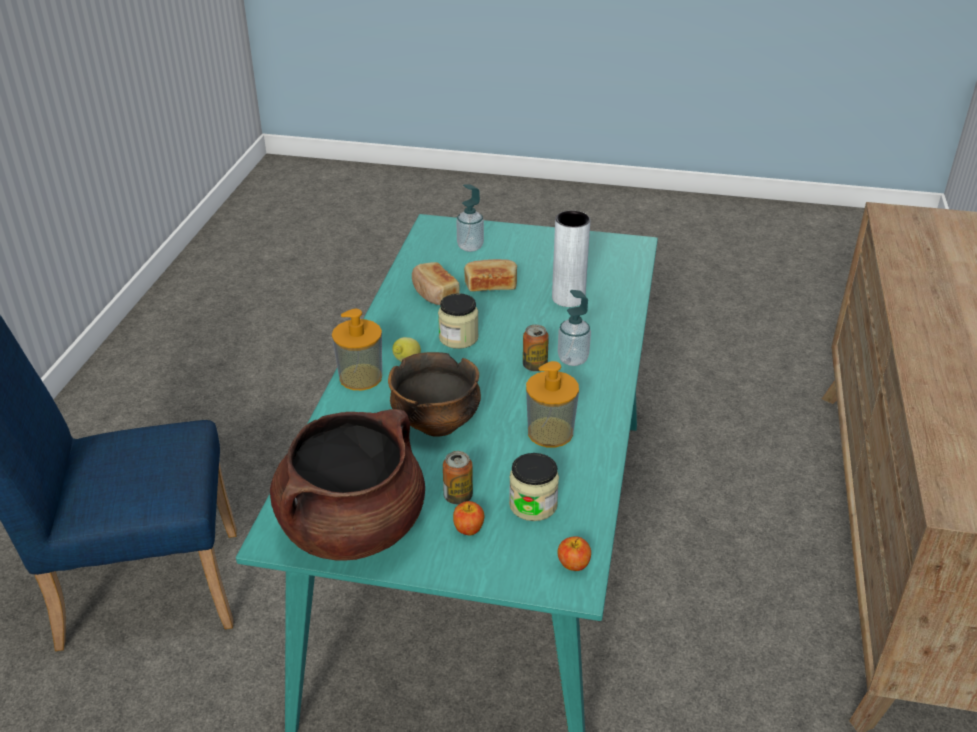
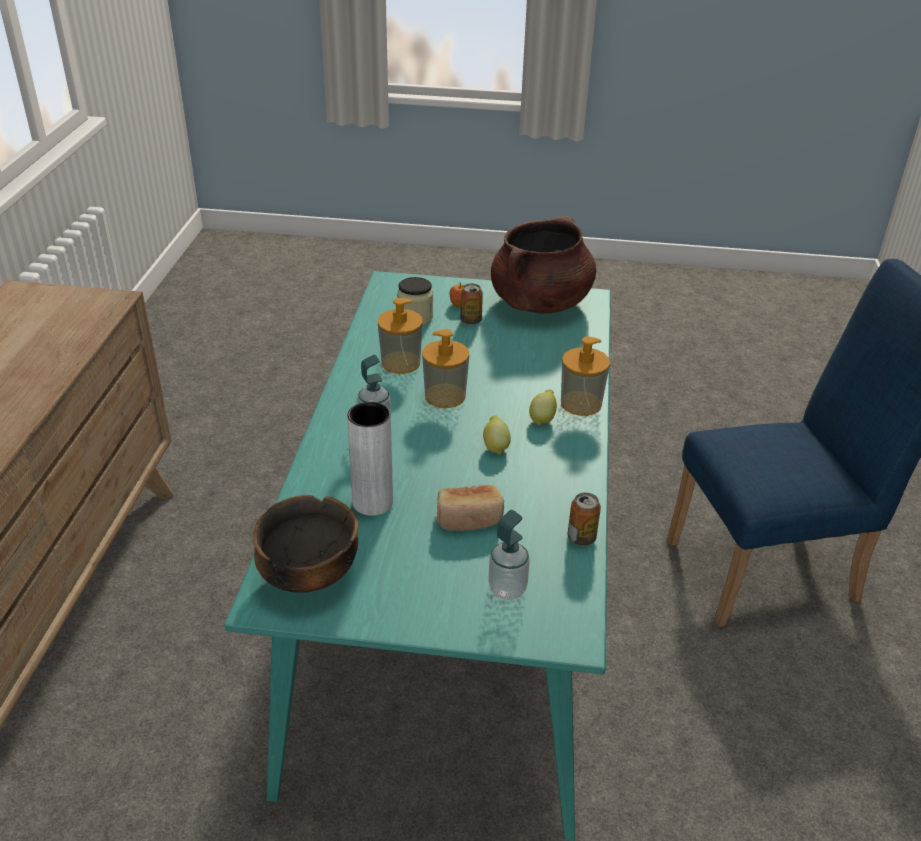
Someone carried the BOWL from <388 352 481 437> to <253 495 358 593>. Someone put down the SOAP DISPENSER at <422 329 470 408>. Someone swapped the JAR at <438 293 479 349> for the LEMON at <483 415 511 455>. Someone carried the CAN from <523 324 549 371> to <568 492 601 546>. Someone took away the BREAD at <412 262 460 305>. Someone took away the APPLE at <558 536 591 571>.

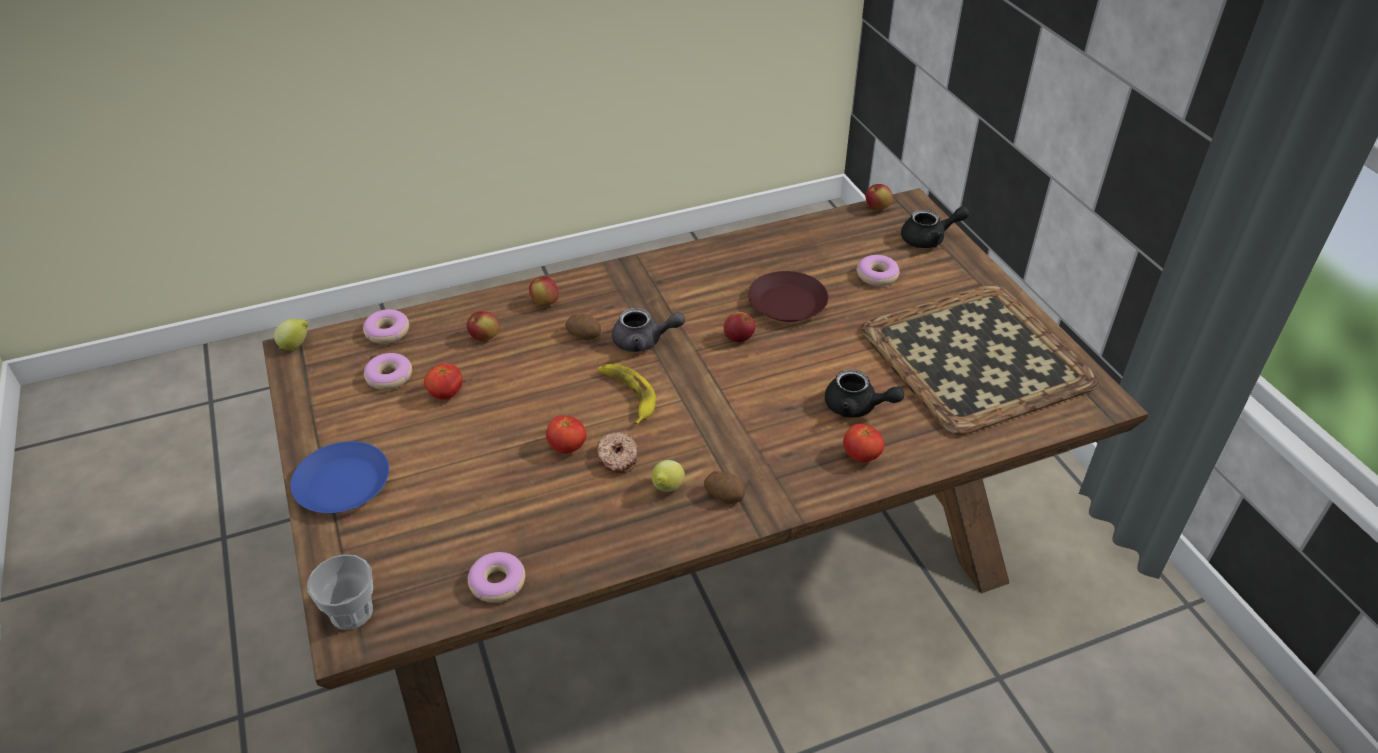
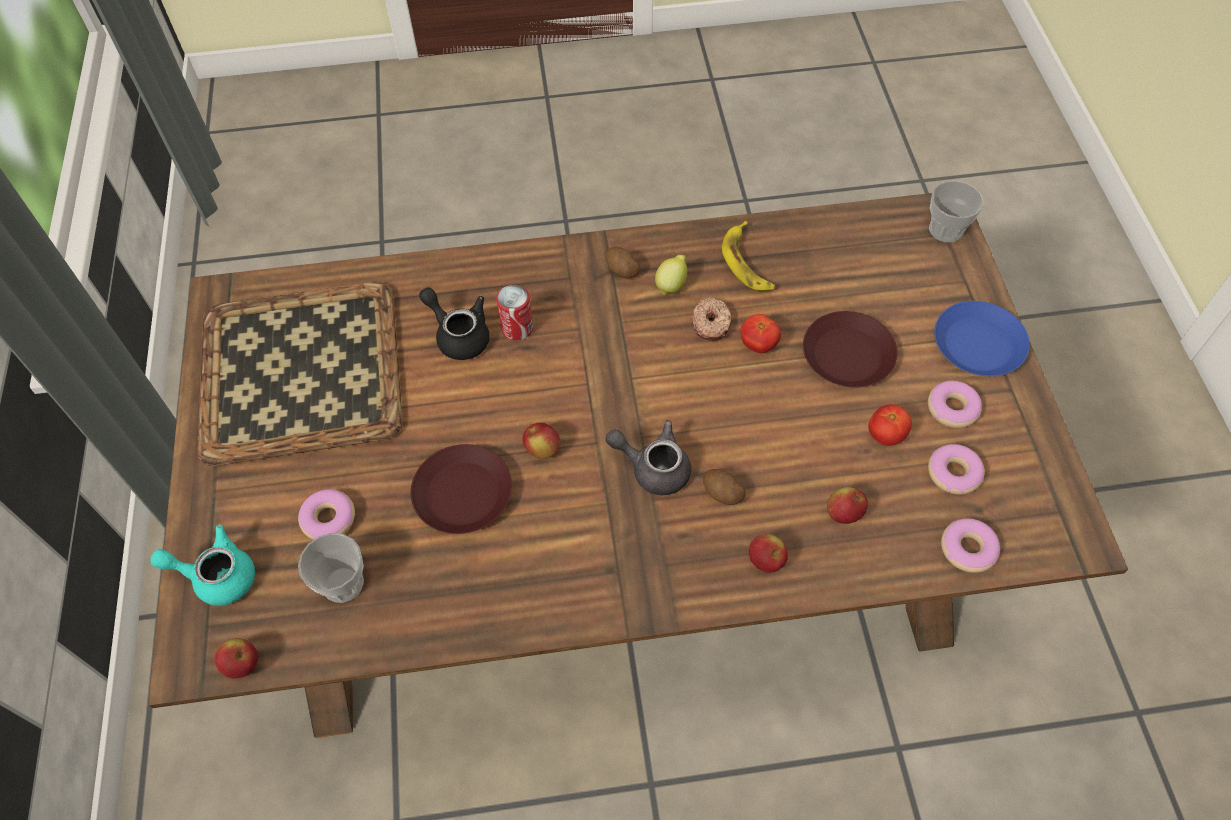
Someone repainted the BLACK TEAPOT at <901 206 970 248>, which became the TURQUOISE TEAPOT at <150 525 255 606>. Someone put down the CUP at <298 533 364 603>. Someone put down the CAN at <496 285 533 340>. Someone carried the BANANA from <598 364 656 425> to <722 221 775 291>. Someone put down the BROWN PLATE at <803 311 898 387>. Someone carried the DONUT from <467 552 525 603> to <928 381 982 428>. Someone took away the LEMON at <274 319 309 350>. Someone took away the TOMATO at <843 424 884 462>.

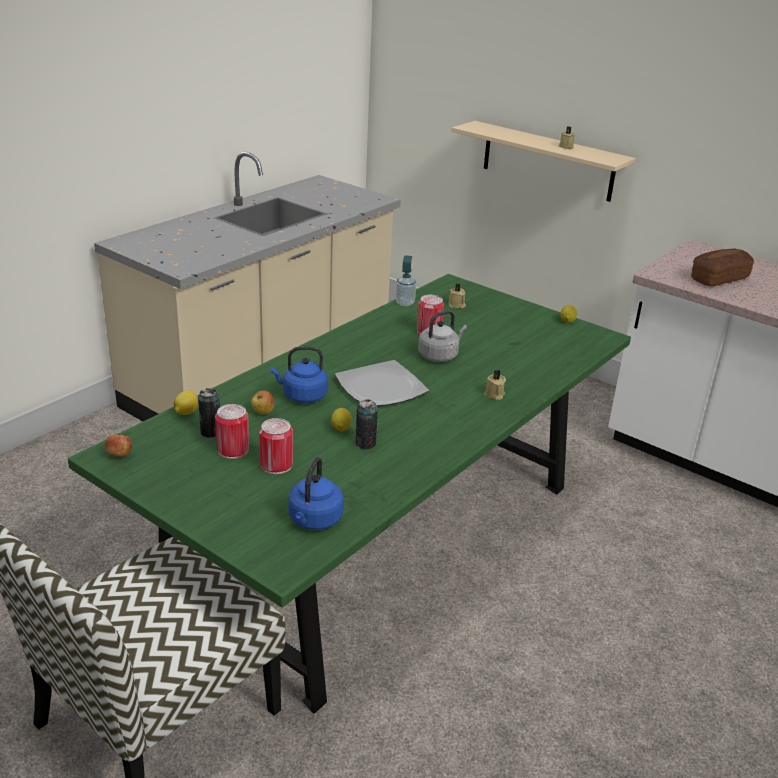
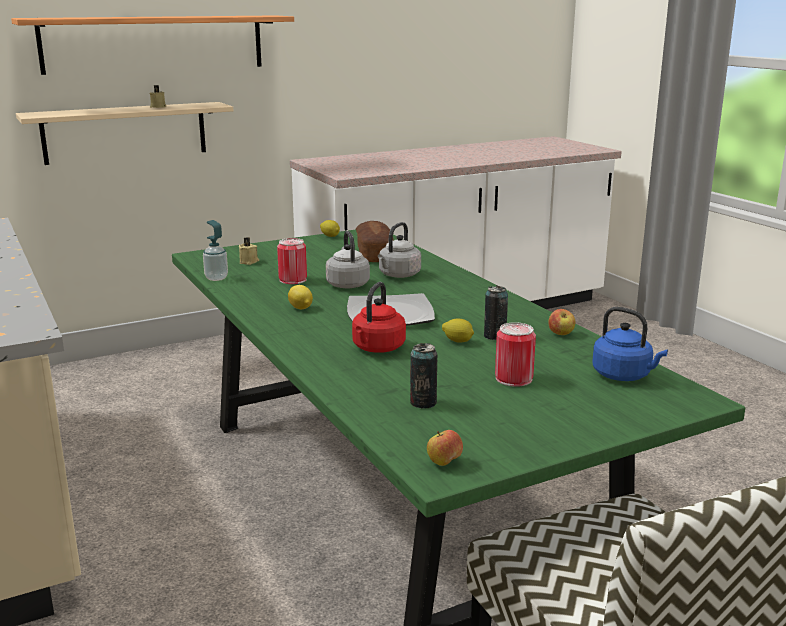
Someone put up the SHELF at <11 15 294 75>. Someone carried the LEMON from <174 390 199 415> to <288 285 313 310>. Someone repainted the BLUE KETTLE at <270 346 328 403>, which became the RED KETTLE at <352 282 406 353>. Someone carried the BREAD from <691 248 754 286> to <356 221 390 262>. Someone put down the GREY KETTLE at <378 222 421 278>. Someone carried the APPLE from <251 391 274 415> to <548 309 575 335>. Someone took away the CAN at <215 404 249 459>. Someone took away the BEIGE CANDLE at <484 370 506 400>.

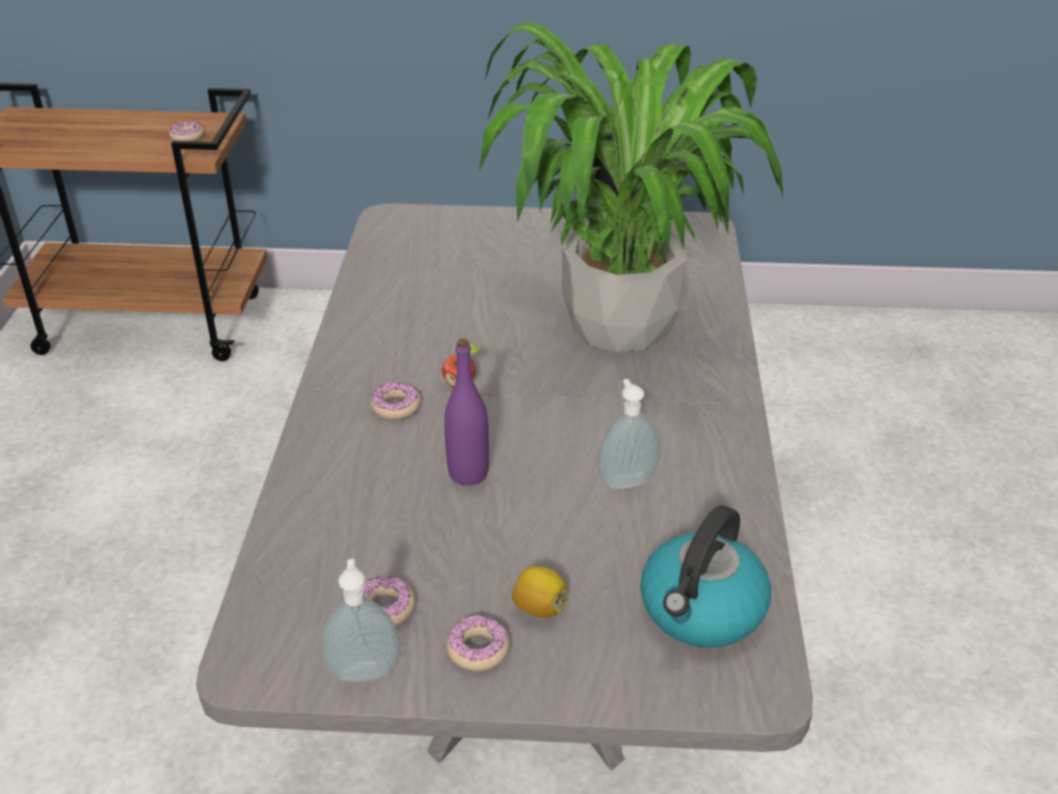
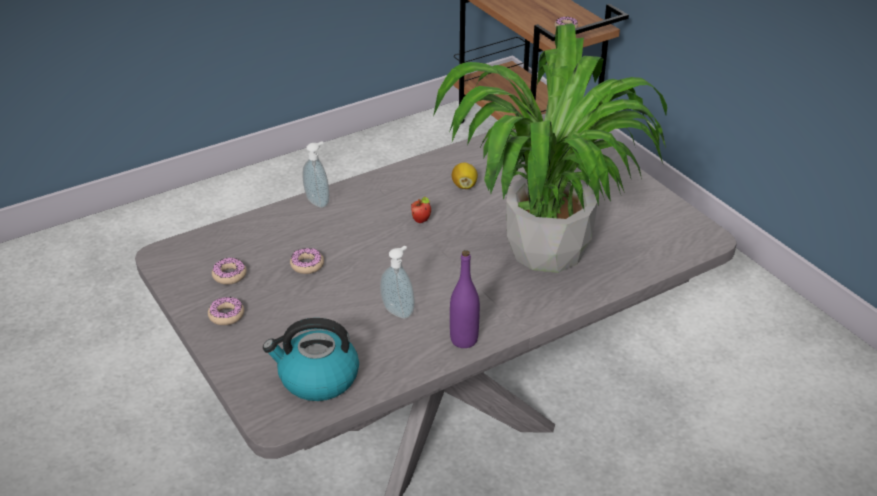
Someone carried the DONUT from <371 382 421 420> to <290 248 324 274>. Someone carried the SOAP DISPENSER from <321 559 400 682> to <302 141 330 208>. Someone carried the PURPLE BOTTLE from <444 338 489 485> to <450 250 480 348>. Someone carried the LEMON from <512 565 567 618> to <452 162 478 189>.

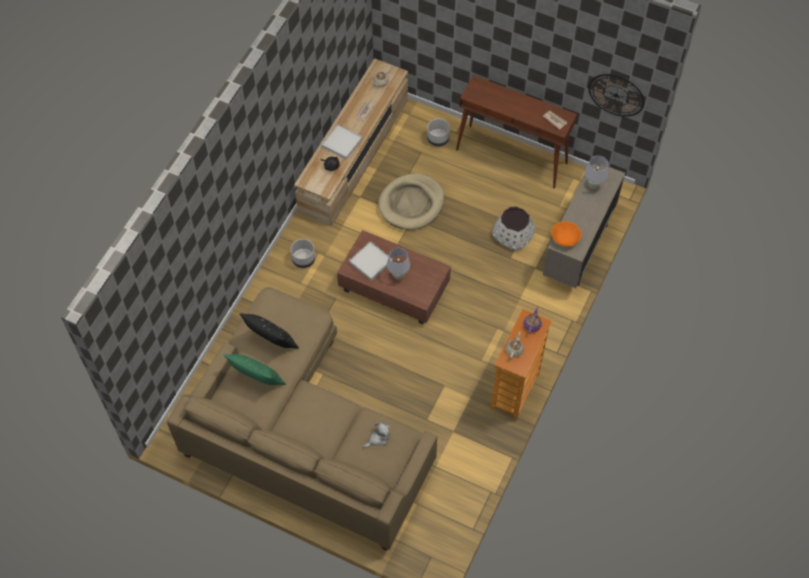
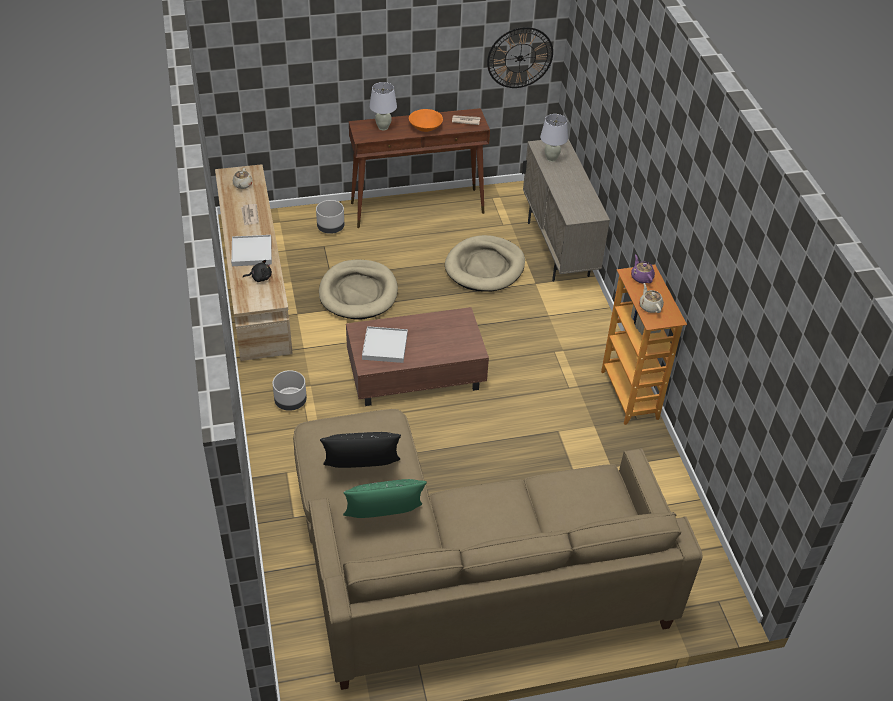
Someone carried the WHITE TABLE LAMP from <387 248 410 279> to <369 82 397 130>. Someone carried the ORANGE BOWL from <552 221 582 247> to <409 109 443 132>. Someone swapped the WHITE PLANTER at <492 206 535 250> for the BEIGE DOG BED at <445 235 525 291>. Someone took away the PLUSH TOY at <363 422 390 448>.

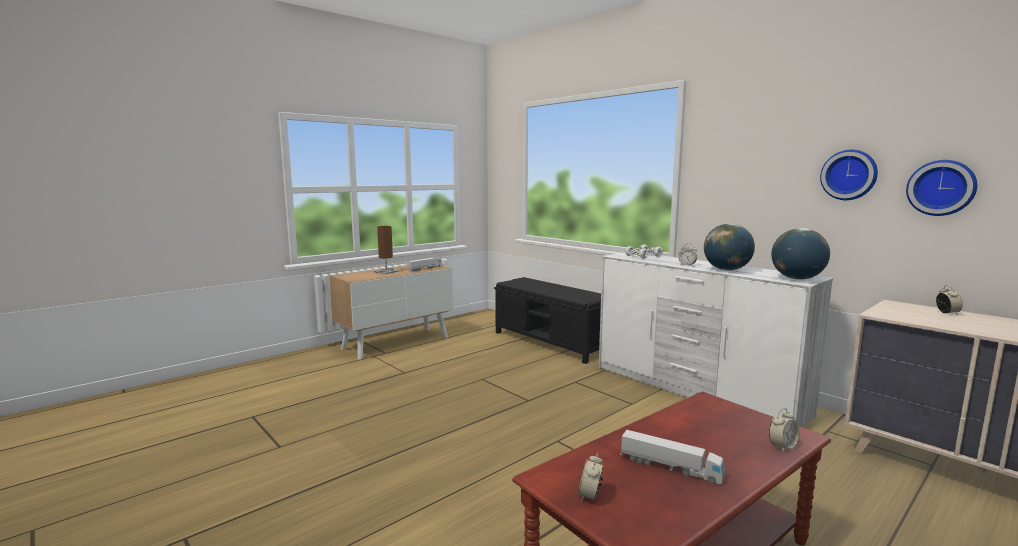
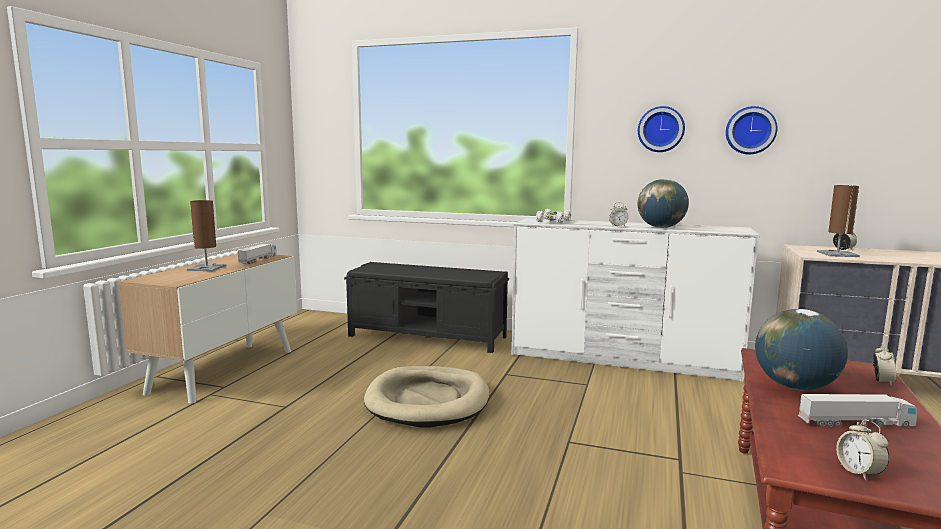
Someone put down the BEIGE DOG BED at <364 366 489 427>. Someone carried the WALL CLOCK from <906 160 977 216> to <638 106 685 152>. Someone carried the GLOBE from <771 228 830 280> to <755 309 848 390>. Someone put down the BROWN TABLE LAMP at <817 185 860 257>.

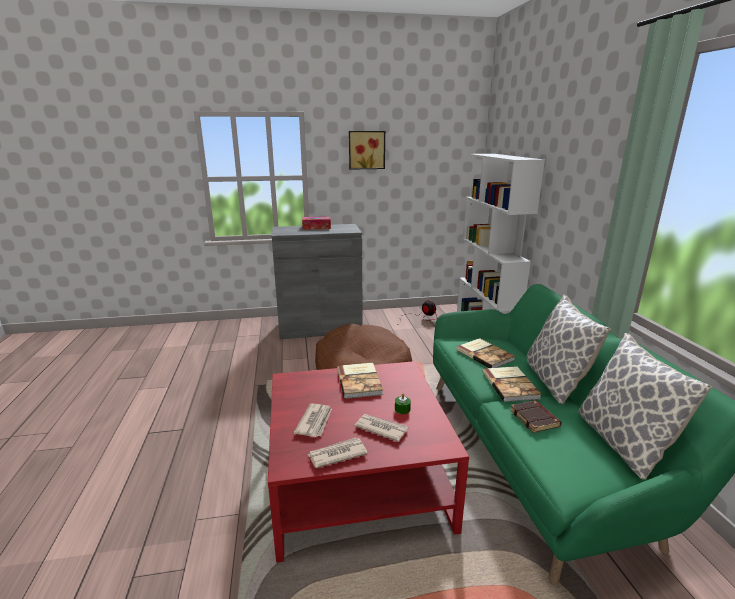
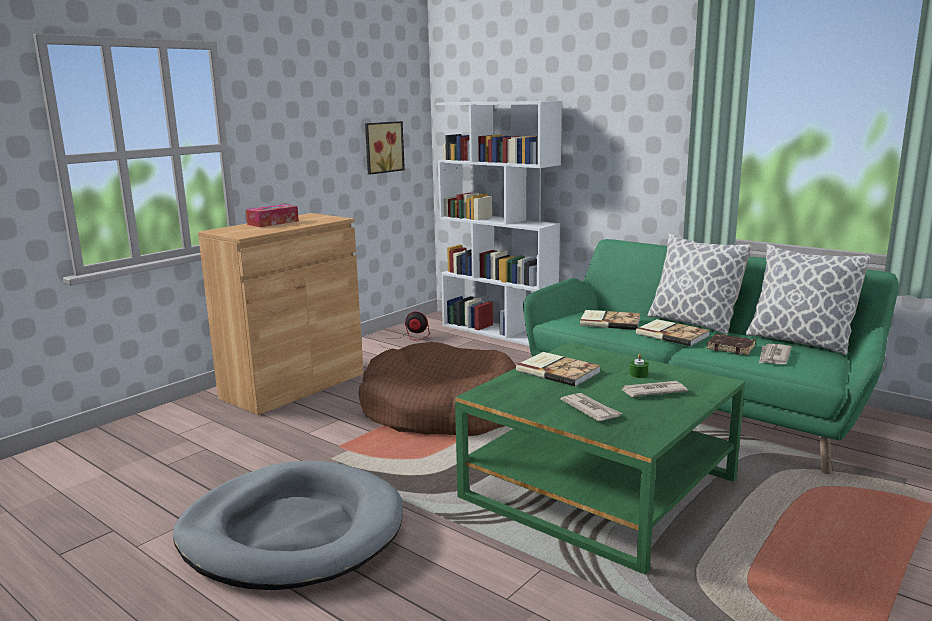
Someone put down the GREY DOG BED at <173 460 403 590>. Someone repainted the GREY CABINET at <272 224 363 339>, which became the BROWN CABINET at <198 213 364 415>. Someone carried the PICTURE from <349 131 385 170> to <365 121 405 175>. Someone repainted the RED COFFEE TABLE at <268 361 469 563>, which became the GREEN COFFEE TABLE at <455 342 745 575>. Someone carried the NEWSPAPER from <307 438 368 468> to <759 344 792 364>.

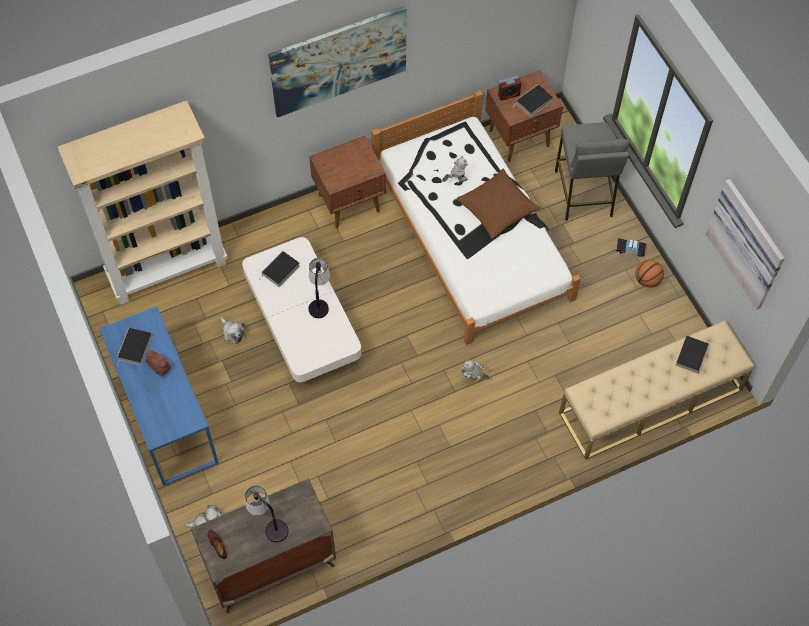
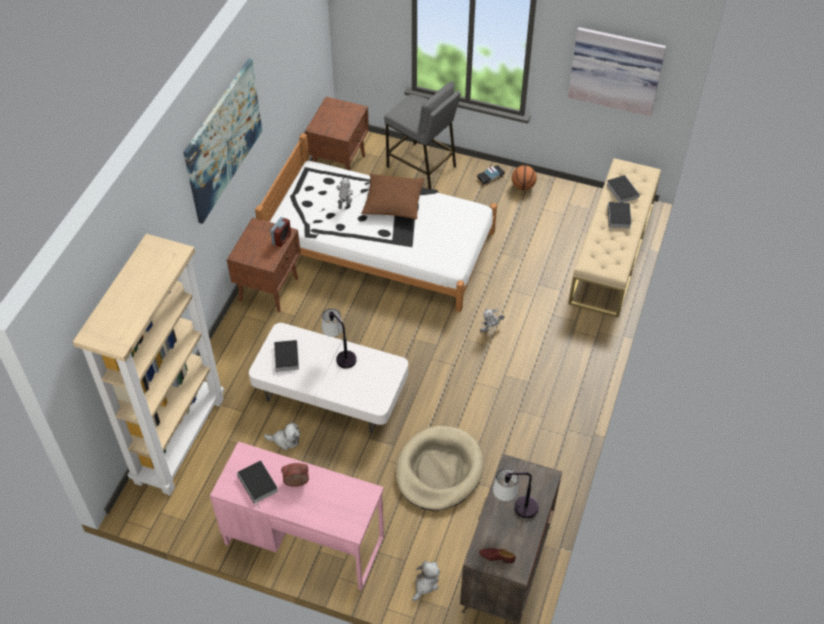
Someone repainted the BLUE DESK at <99 306 219 486>, which became the PINK DESK at <210 441 384 590>. Someone carried the ALARM CLOCK from <497 76 521 101> to <271 217 291 247>. Someone put down the BEIGE DOG BED at <396 426 484 511>. Someone carried the BOOK from <515 85 553 117> to <608 202 632 232>.

